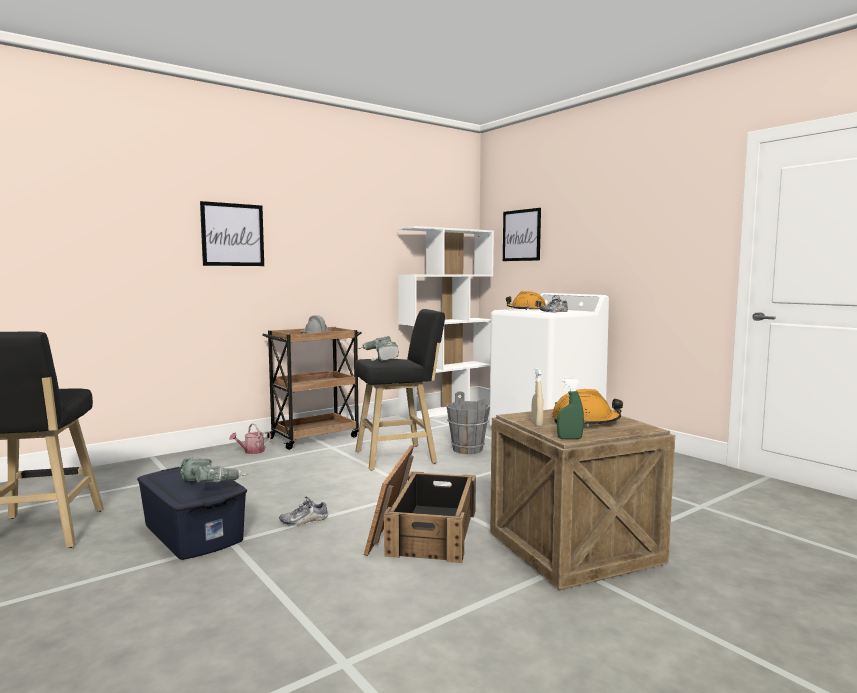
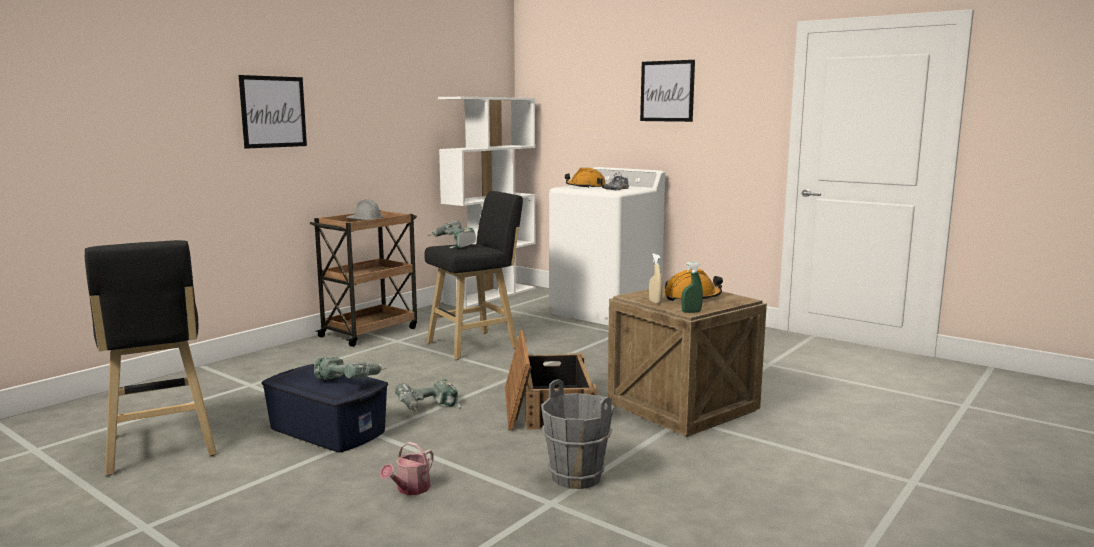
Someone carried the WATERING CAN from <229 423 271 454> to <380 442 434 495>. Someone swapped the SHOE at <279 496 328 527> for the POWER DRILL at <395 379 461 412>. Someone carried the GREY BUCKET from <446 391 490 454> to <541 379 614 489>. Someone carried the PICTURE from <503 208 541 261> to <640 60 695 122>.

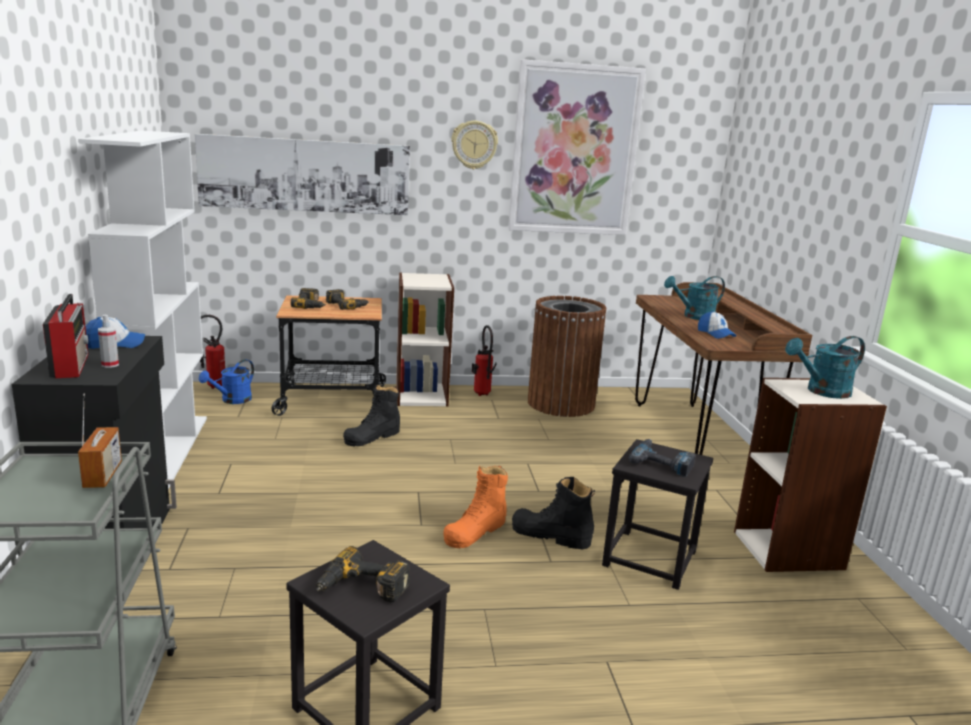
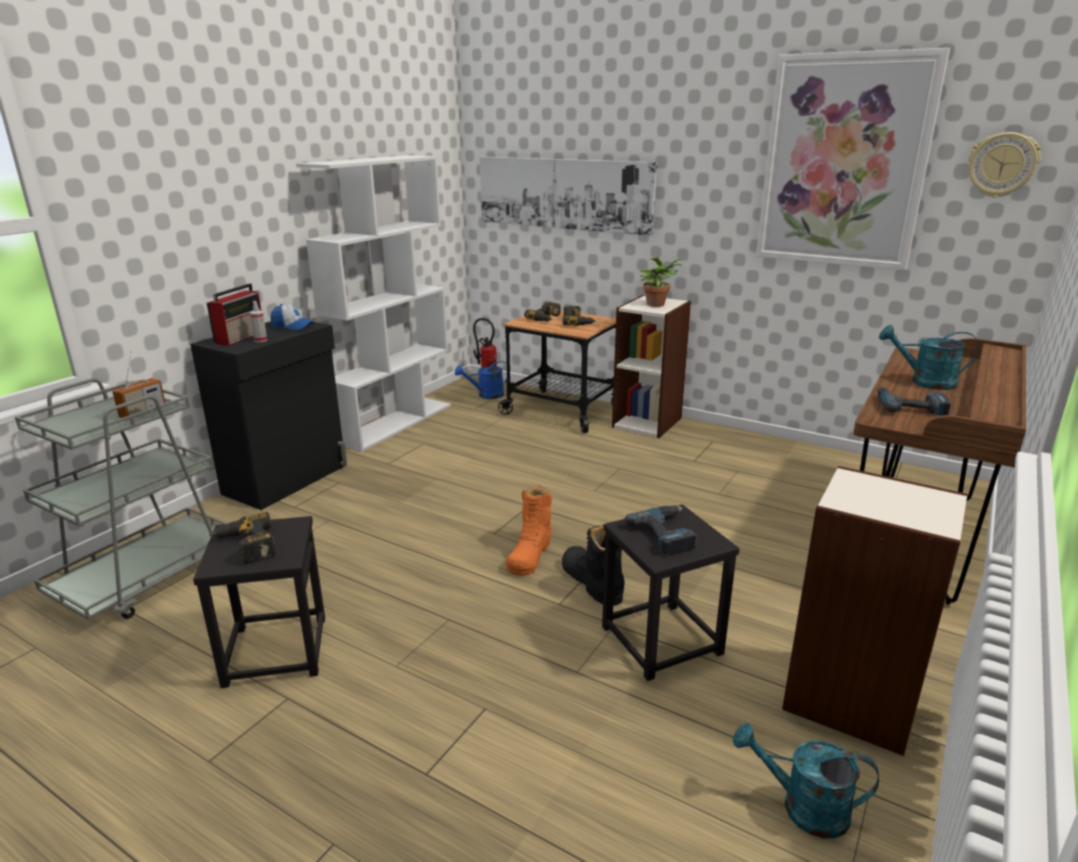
Someone rotated the ORANGE BOOT at <443 466 508 548> by 60 degrees counterclockwise. Someone put down the POTTED PLANT at <640 258 682 307>. Someone carried the TURQUOISE WATERING CAN from <785 336 865 399> to <733 723 879 838>. Someone swapped the CAP at <698 311 737 339> for the POWER DRILL at <877 387 951 416>. Someone carried the WALL CLOCK from <451 121 498 169> to <968 132 1041 198>. Someone took away the BLACK BOOT at <343 385 400 447>. Someone took away the FIRE EXTINGUISHER at <472 325 497 396>. Someone took away the BROWN TRASH CAN at <528 296 606 417>.

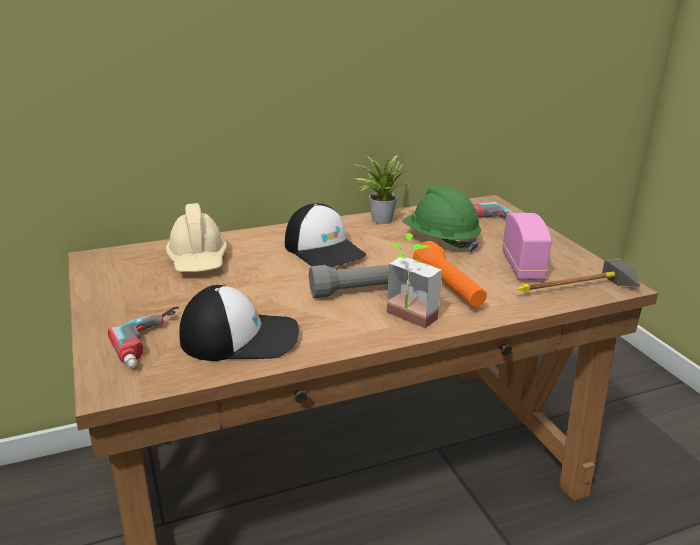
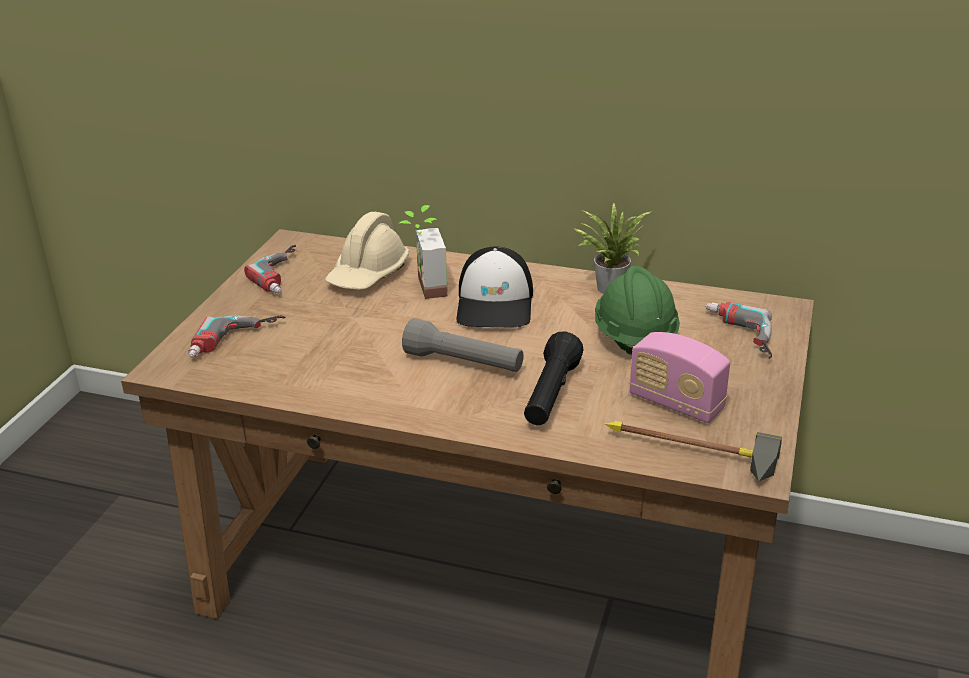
Someone put down the POWER DRILL at <244 245 296 294>. Someone carried the POTTED PLANT from <387 233 442 328> to <399 205 448 299>. Someone repainted the ORANGE FLASHLIGHT at <413 241 487 307>, which became the BLACK FLASHLIGHT at <524 332 584 425>. Someone rotated the RADIO at <502 213 552 280> by 90 degrees clockwise. Someone took away the CAP at <179 285 299 361>.

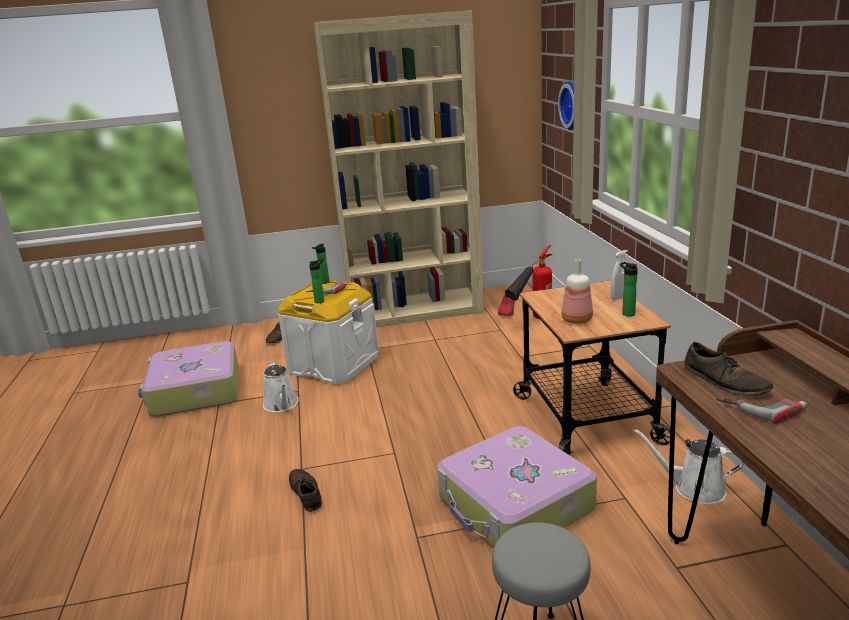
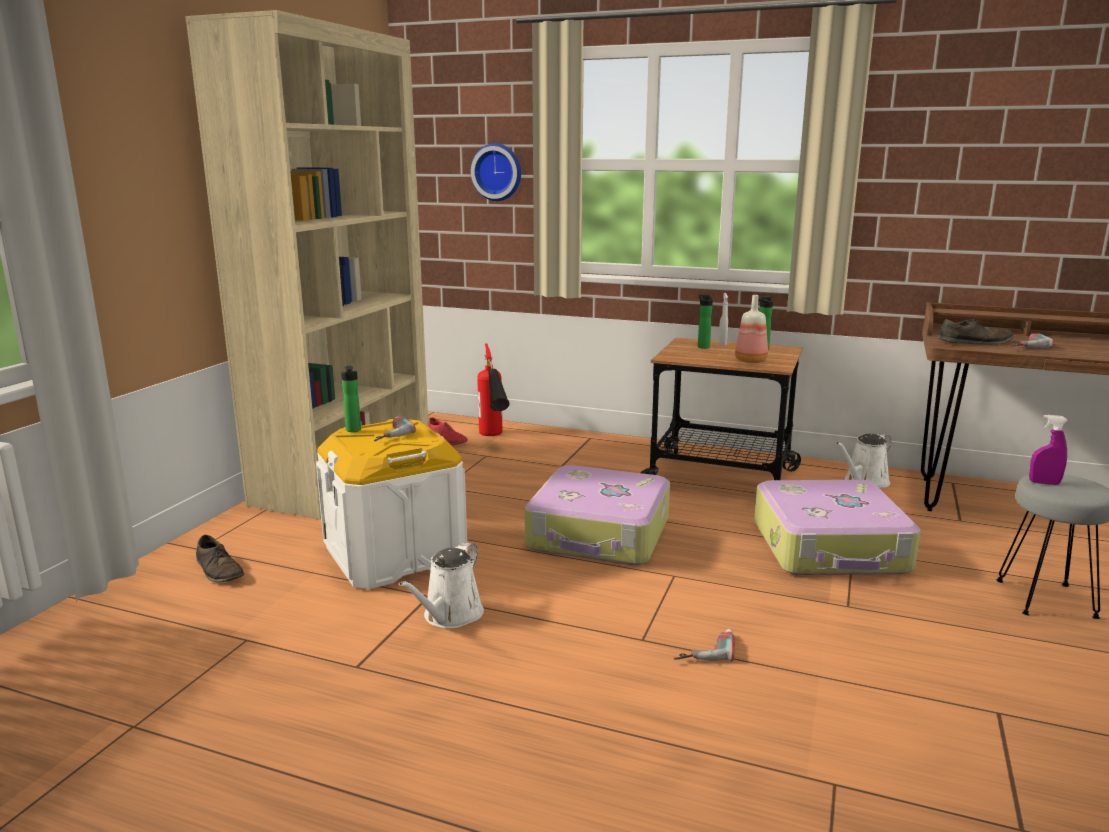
Someone rotated the WHITE WATERING CAN at <263 361 299 412> by 105 degrees clockwise. Someone carried the SUITCASE from <138 341 238 417> to <525 465 670 565>. Someone swapped the BROWN SHOE at <289 469 322 512> for the POWER DRILL at <674 629 735 661>. Someone carried the BOTTLE from <309 259 324 303> to <698 294 713 349>. Someone put down the PURPLE SPRAY BOTTLE at <1029 415 1068 485>.

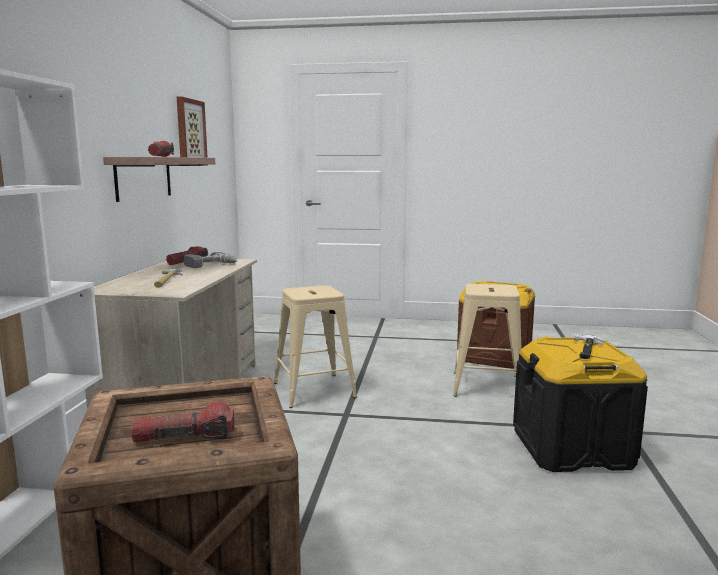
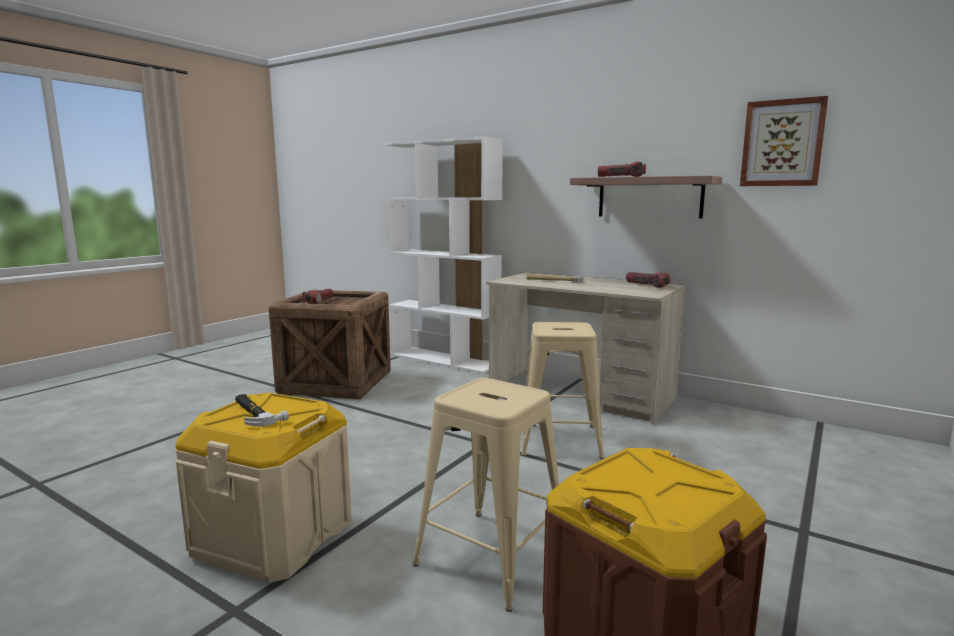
Someone repainted the BLACK STORAGE BOX at <513 336 648 472>, which became the BEIGE STORAGE BOX at <175 393 352 583>. Someone took away the POWER DRILL at <184 252 238 268>.

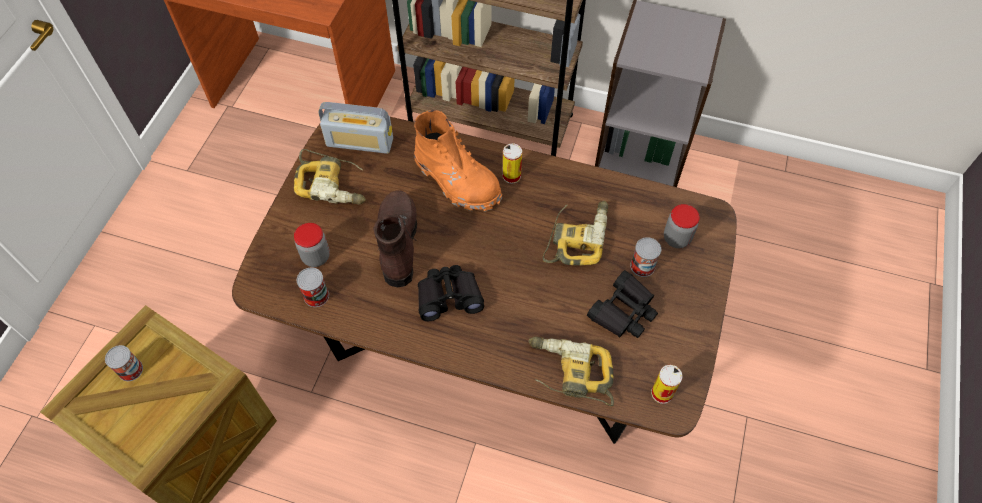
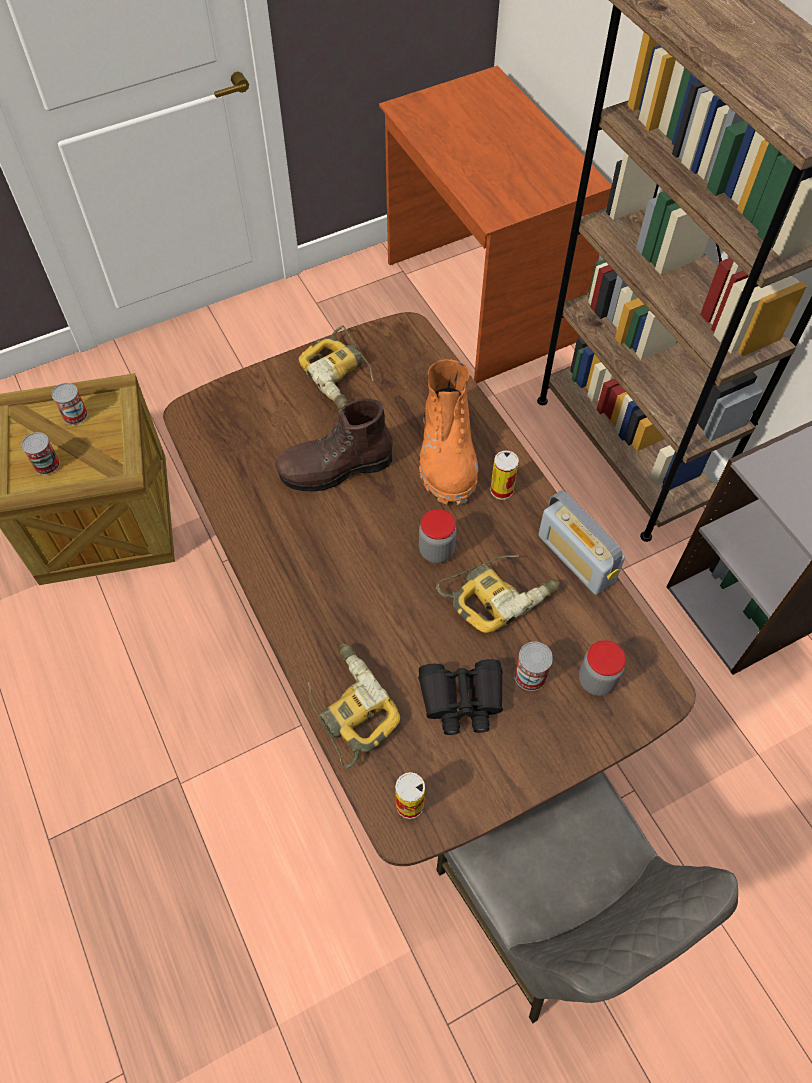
Someone carried the CAN from <297 267 329 307> to <22 432 60 475>. Someone rotated the BROWN BOOT at <373 190 417 288> by 150 degrees counterclockwise. Someone carried the JAR from <294 223 330 267> to <419 509 457 563>. Someone put down the GREY CHAIR at <436 771 738 1023>. Someone carried the RADIO from <318 102 393 154> to <538 491 625 595>. Someone took away the BLACK BINOCULARS at <418 265 484 321>.

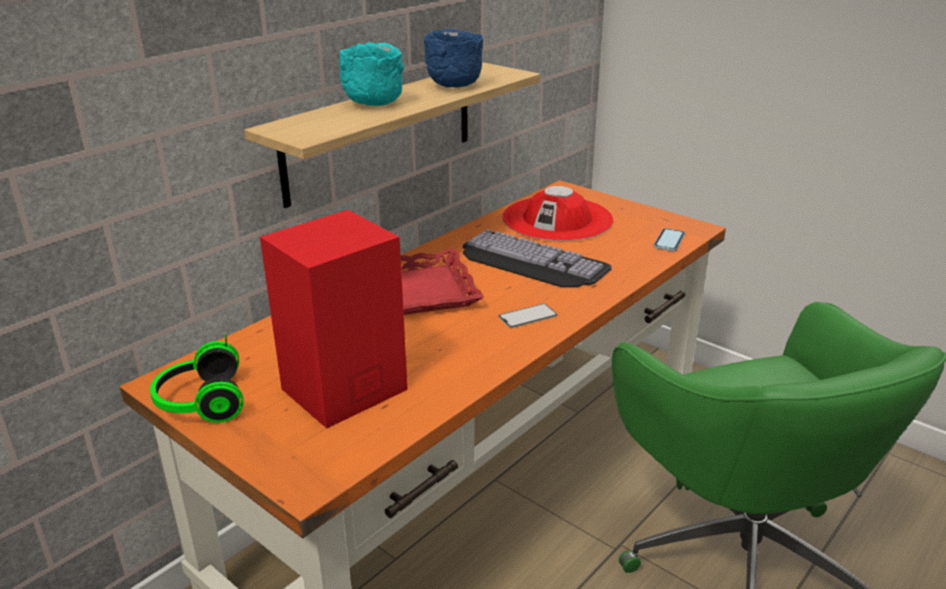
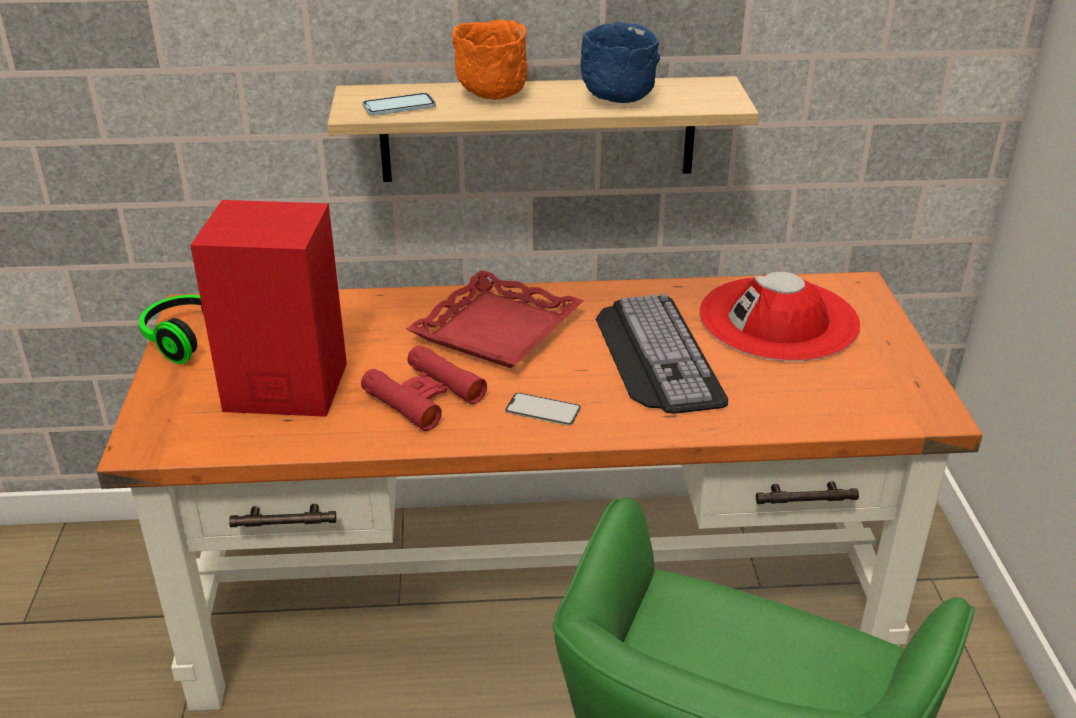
Someone put down the RED BINOCULARS at <361 345 487 431>. Someone carried the PHONE from <653 228 685 251> to <362 93 436 116>. Someone repainted the TURQUOISE BOWL at <340 42 404 106>, which became the ORANGE BOWL at <452 19 528 100>.

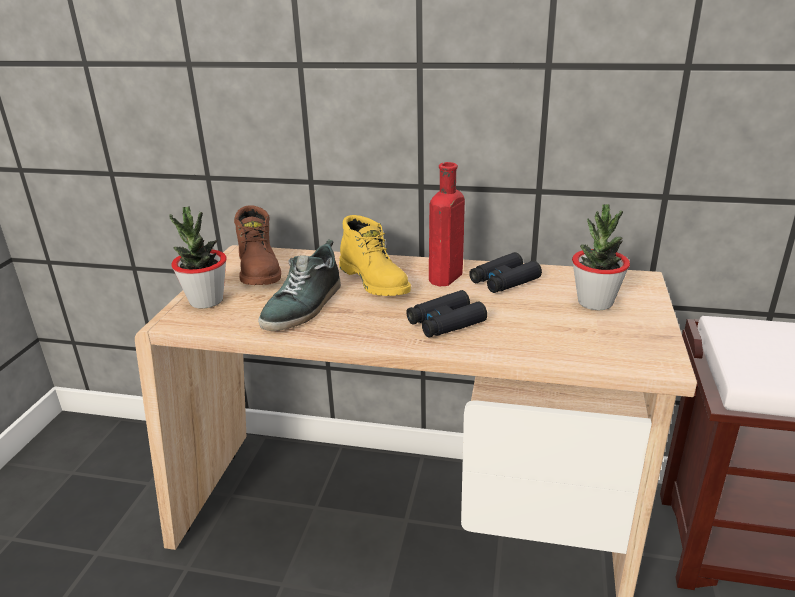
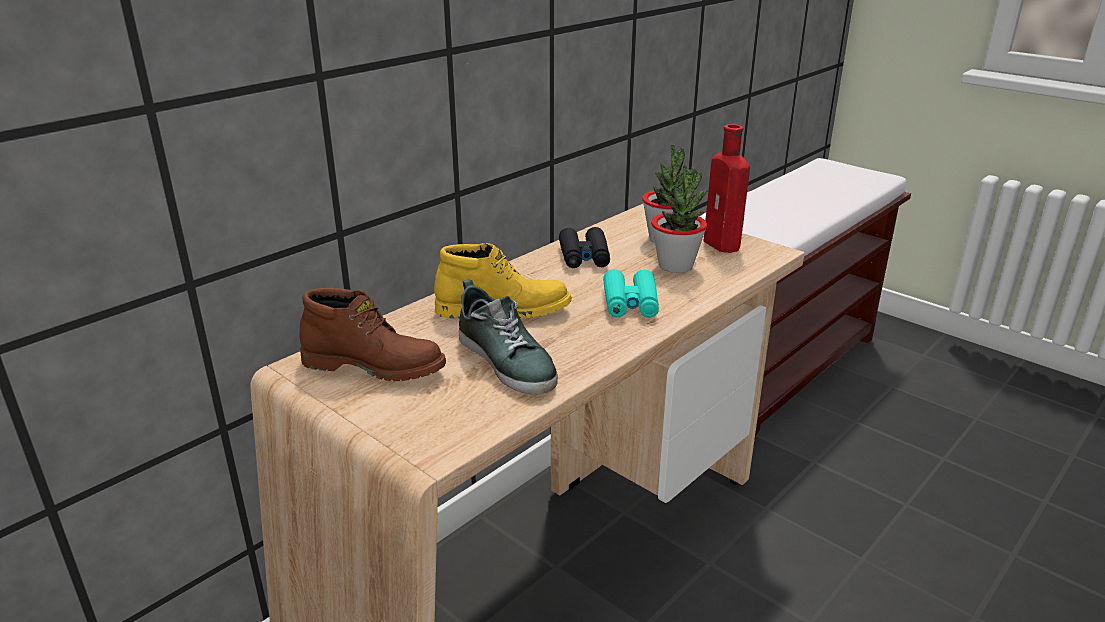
Someone repainted the BLACK BINOCULARS at <406 290 487 338>, which became the TURQUOISE BINOCULARS at <603 269 659 318>. Someone carried the POTTED PLANT from <169 206 227 308> to <651 165 708 273>. Someone carried the RED BOTTLE from <429 162 465 286> to <704 124 750 253>.

